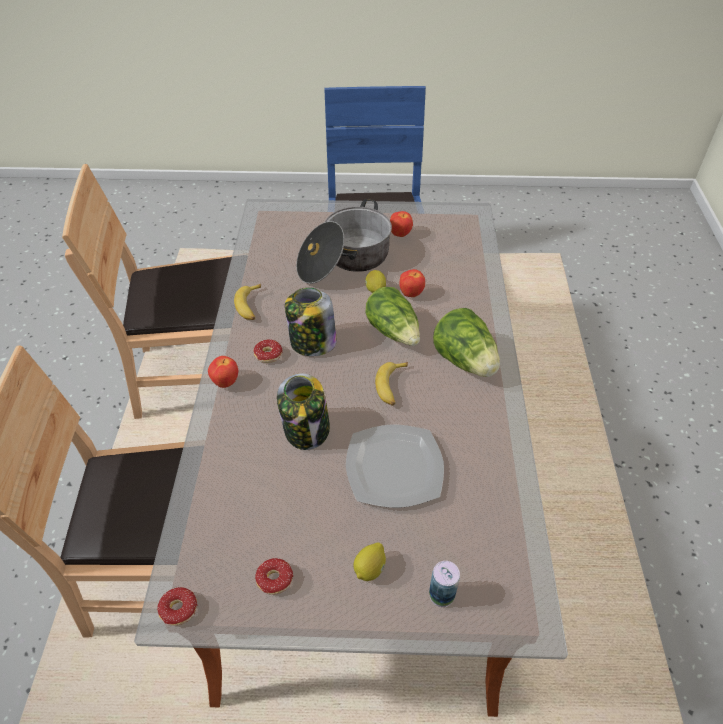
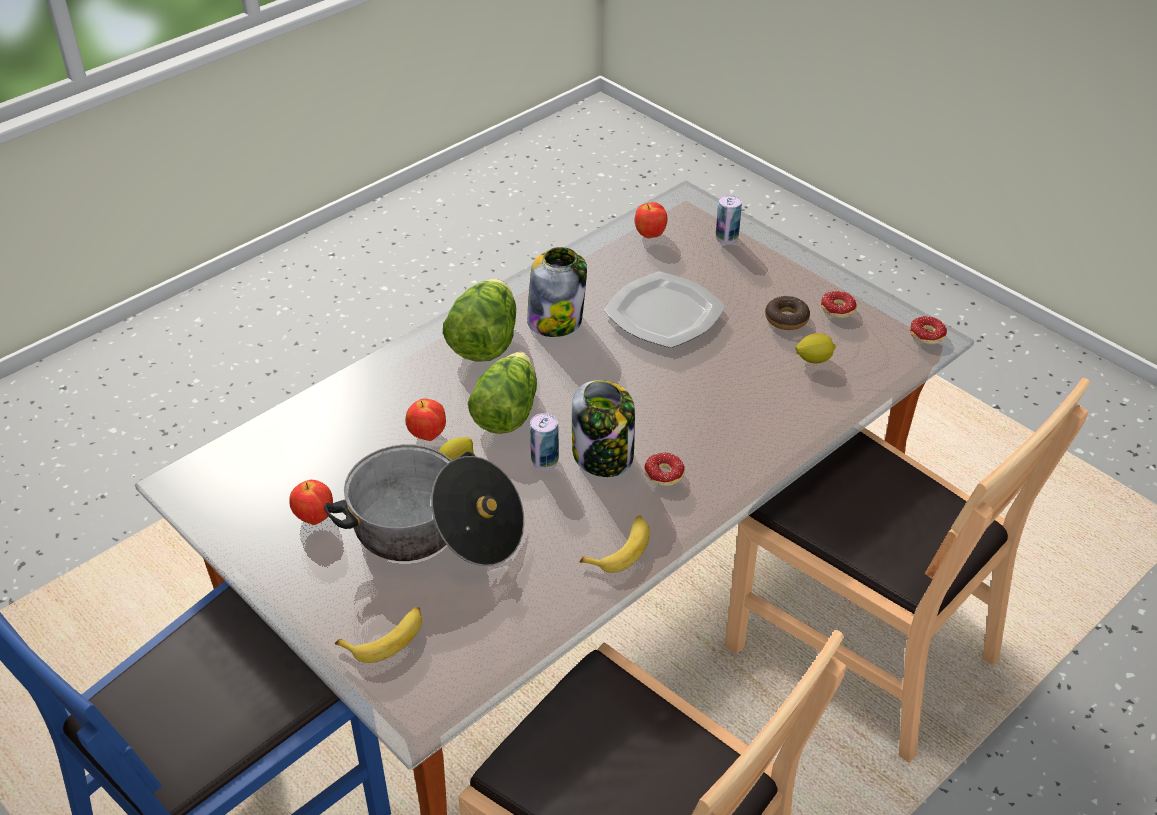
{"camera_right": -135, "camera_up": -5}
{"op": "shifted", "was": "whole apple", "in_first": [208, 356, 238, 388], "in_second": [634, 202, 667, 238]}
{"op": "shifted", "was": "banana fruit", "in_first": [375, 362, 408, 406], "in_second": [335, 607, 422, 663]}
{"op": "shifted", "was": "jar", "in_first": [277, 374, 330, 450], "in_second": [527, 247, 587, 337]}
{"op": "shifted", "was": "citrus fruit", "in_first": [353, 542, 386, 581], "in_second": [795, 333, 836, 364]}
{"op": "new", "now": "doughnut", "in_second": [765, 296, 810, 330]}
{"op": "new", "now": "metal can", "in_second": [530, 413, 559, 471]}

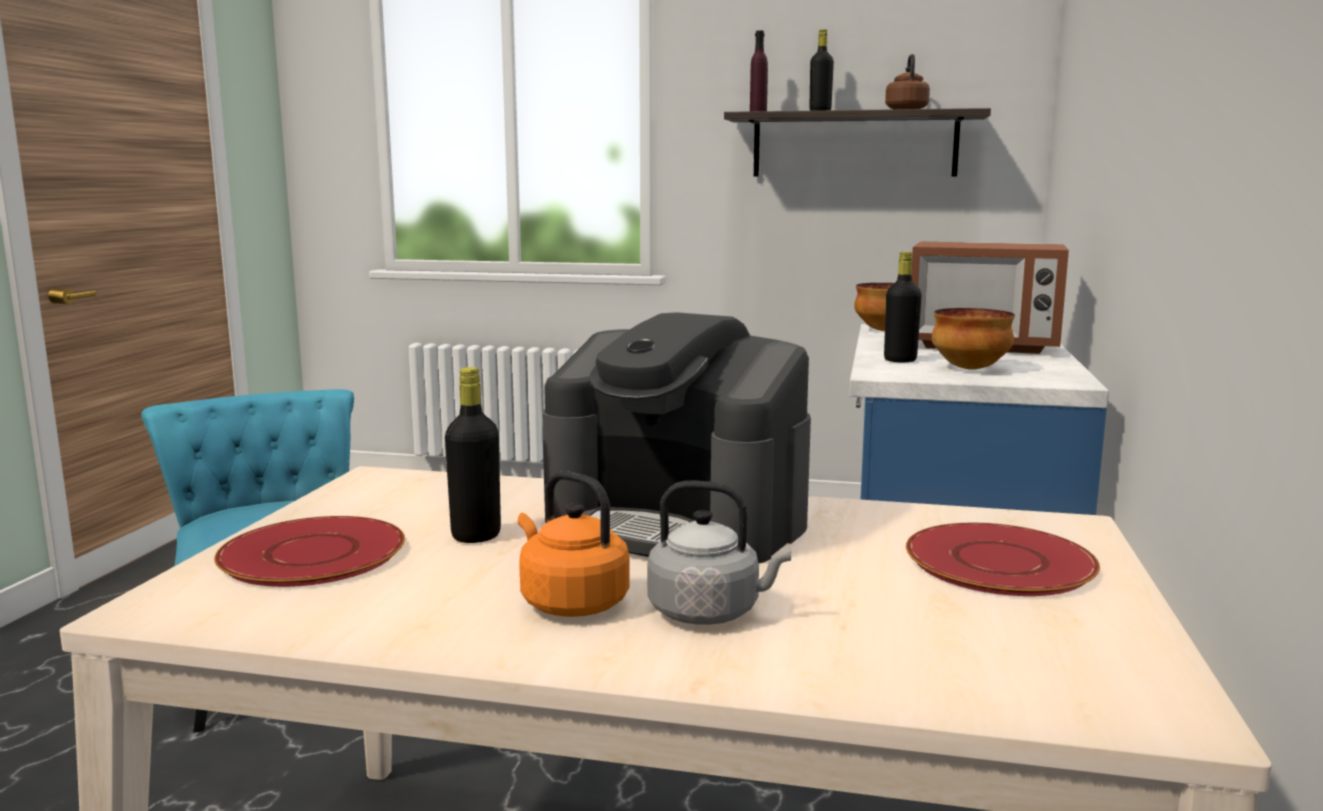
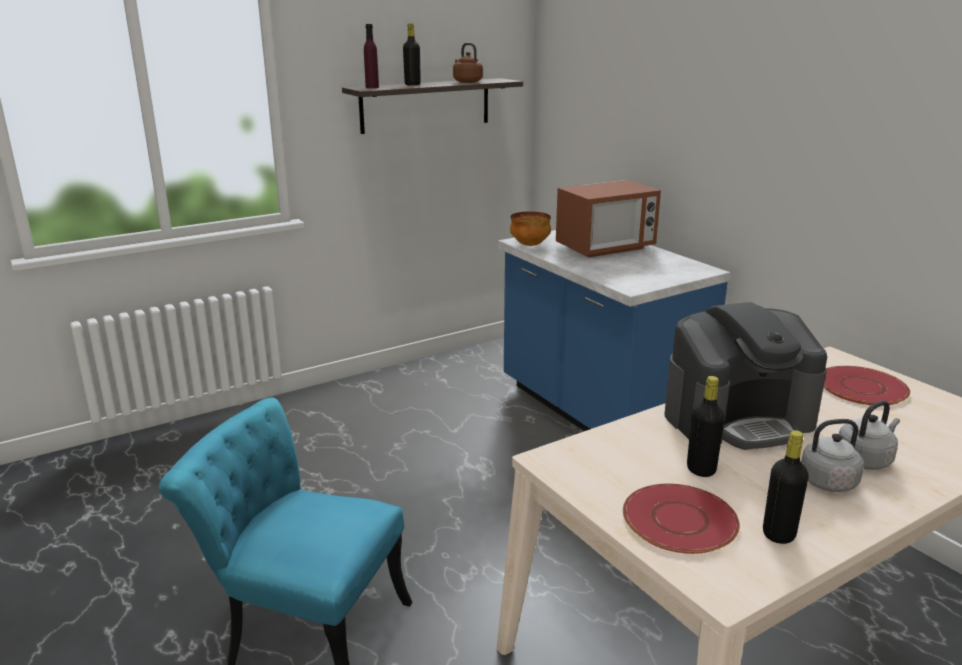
{"camera_right": -45, "camera_up": 10}
{"op": "shifted", "was": "black bottle", "in_first": [884, 251, 922, 362], "in_second": [763, 430, 809, 544]}
{"op": "gone", "was": "deep dish", "in_first": [932, 308, 1015, 370]}
{"op": "repainted", "was": "orange tea kettle", "now": "gray tea kettle", "in_first": [518, 471, 630, 617], "in_second": [800, 419, 864, 492]}

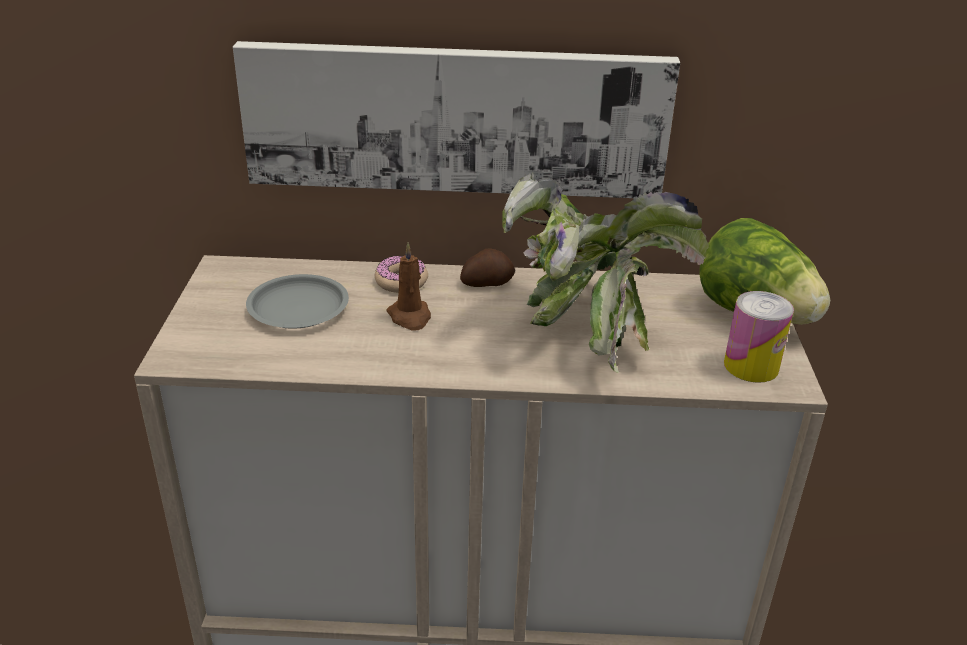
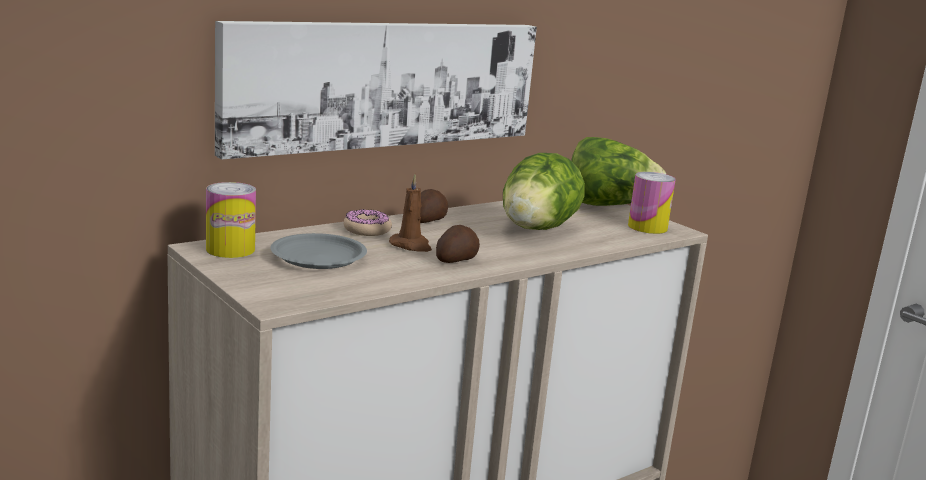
{"camera_right": -40, "camera_up": -15}
{"op": "swapped", "was": "houseplant", "now": "lettuce", "in_first": [502, 172, 709, 373], "in_second": [503, 153, 585, 230]}
{"op": "new", "now": "metal can", "in_second": [206, 182, 256, 258]}
{"op": "new", "now": "spud", "in_second": [436, 225, 480, 263]}

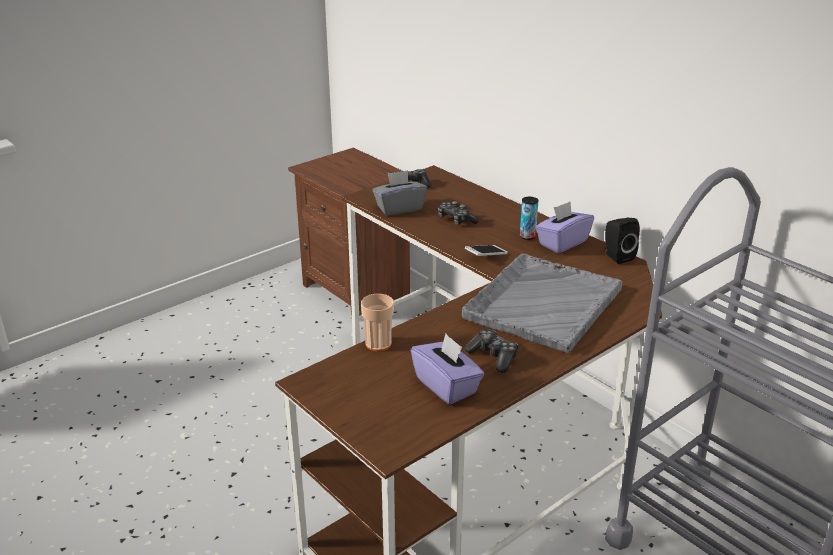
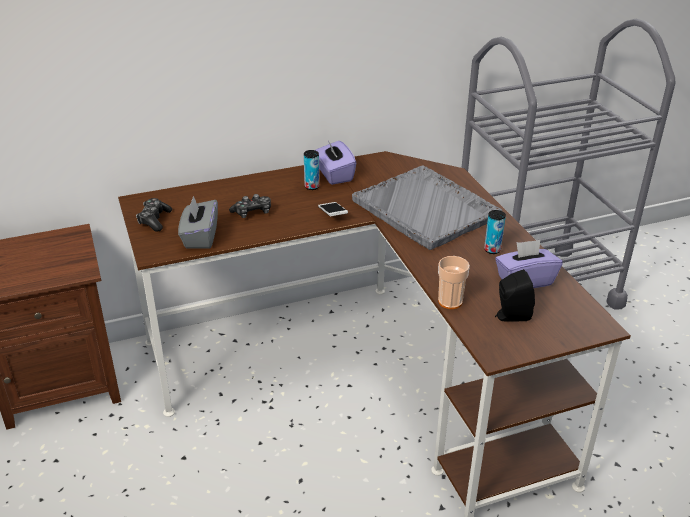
{"camera_right": -70, "camera_up": 5}
{"op": "shifted", "was": "black audio speaker", "in_first": [605, 218, 640, 264], "in_second": [495, 269, 535, 322]}
{"op": "swapped", "was": "game controller", "now": "metal can", "in_first": [465, 329, 519, 373], "in_second": [484, 210, 506, 254]}

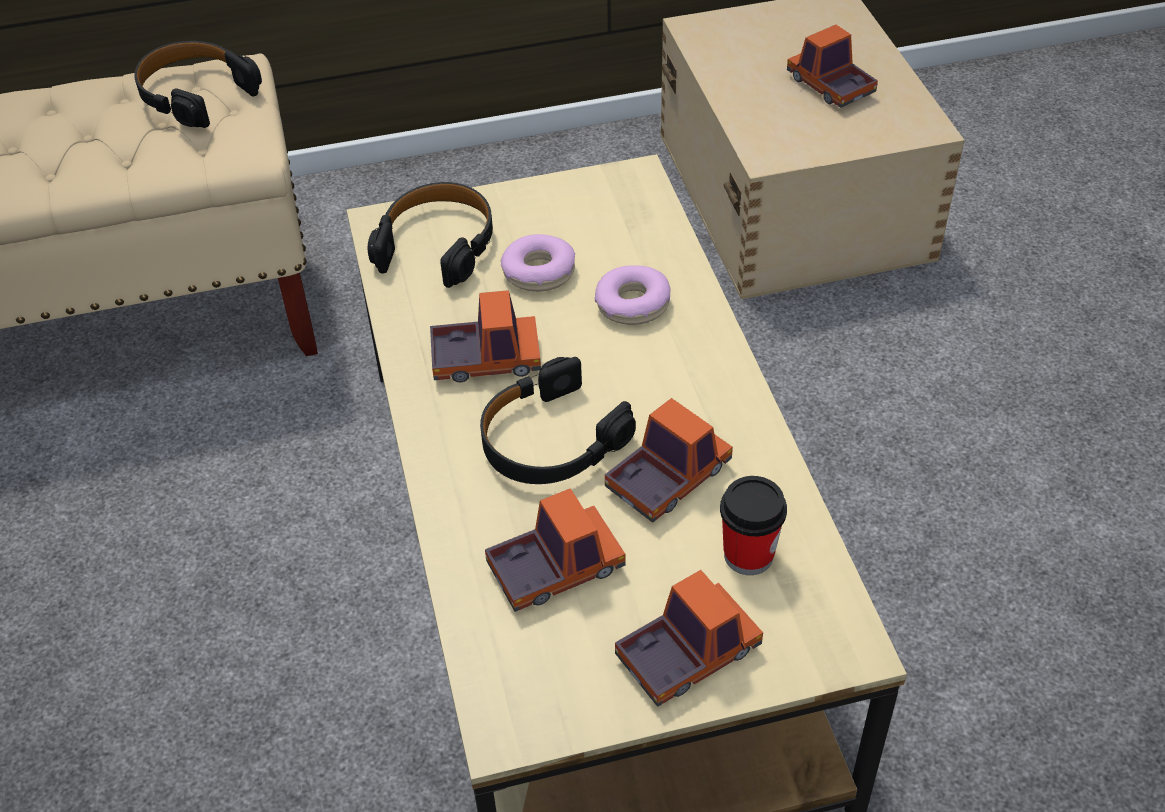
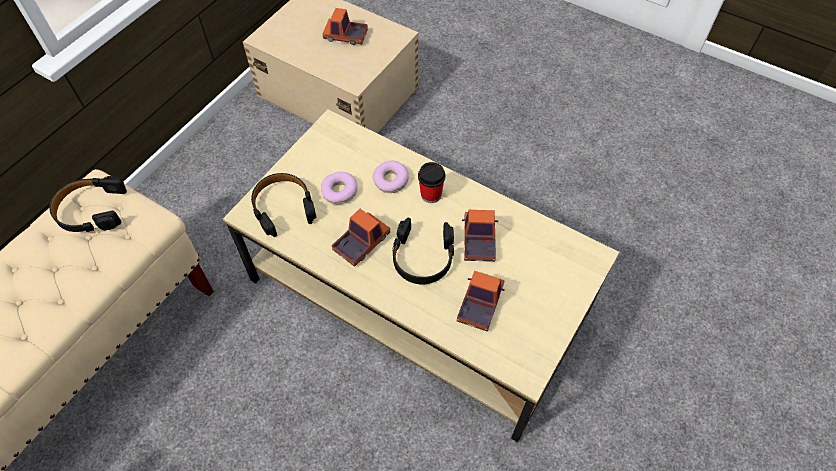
{"camera_right": -45, "camera_up": 10}
{"op": "shifted", "was": "small cup", "in_first": [720, 476, 787, 575], "in_second": [418, 162, 446, 203]}
{"op": "gone", "was": "toy truck", "in_first": [615, 570, 763, 707]}

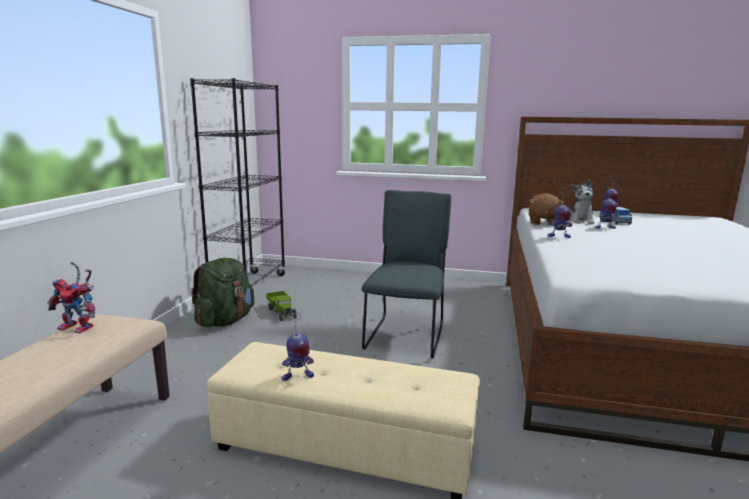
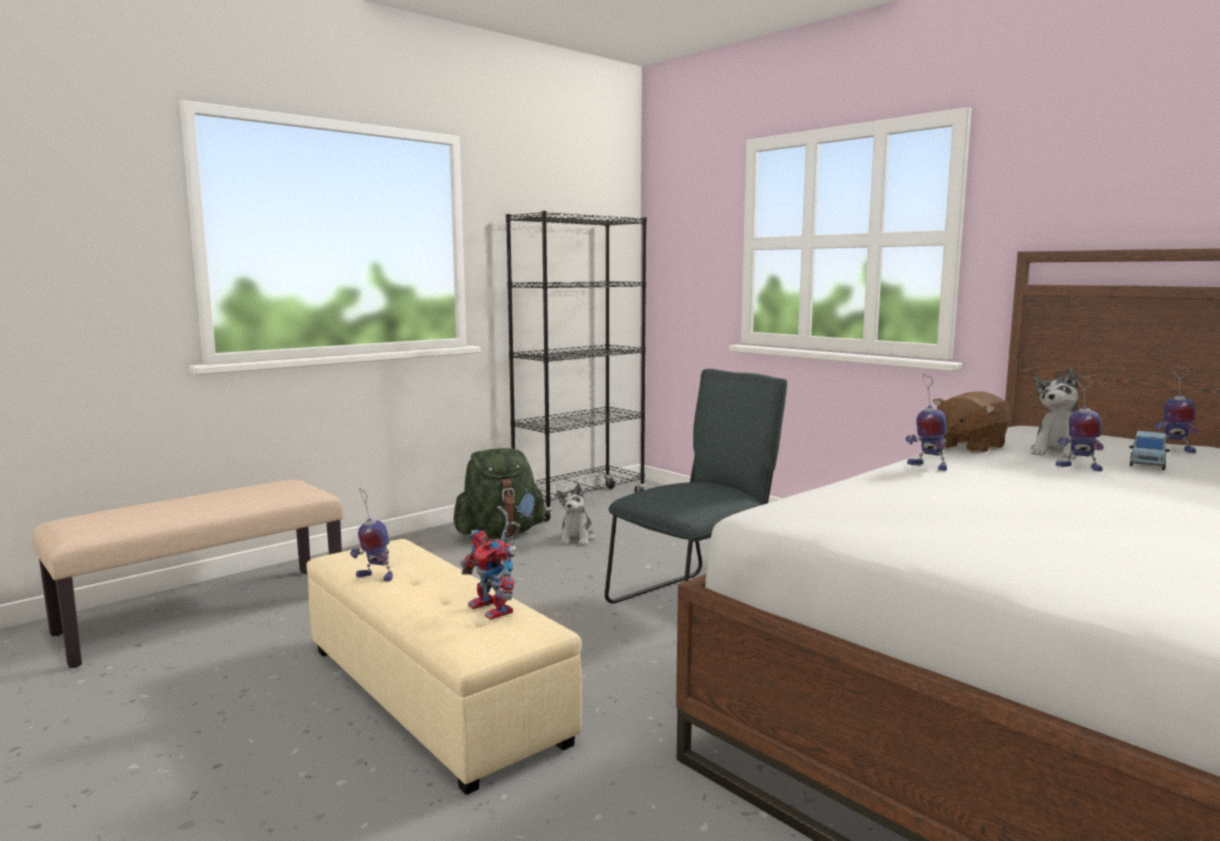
{"camera_right": 35, "camera_up": -5}
{"op": "shifted", "was": "model robot", "in_first": [47, 262, 95, 333], "in_second": [460, 506, 520, 620]}
{"op": "swapped", "was": "toy truck", "now": "cuddly toy", "in_first": [266, 291, 297, 321], "in_second": [557, 483, 595, 546]}

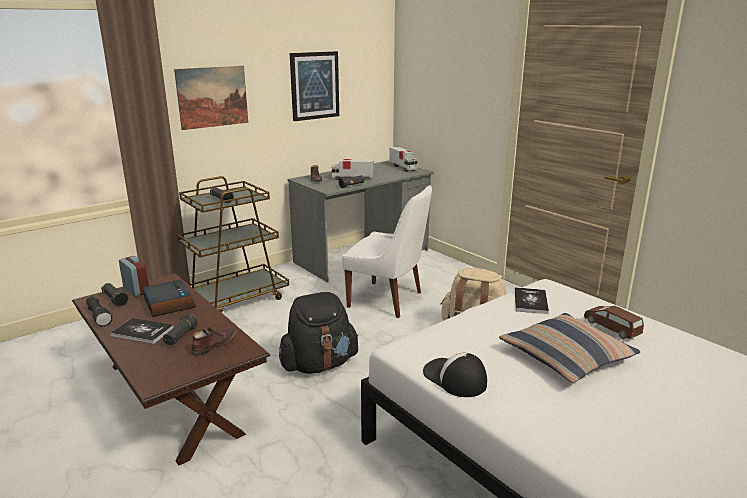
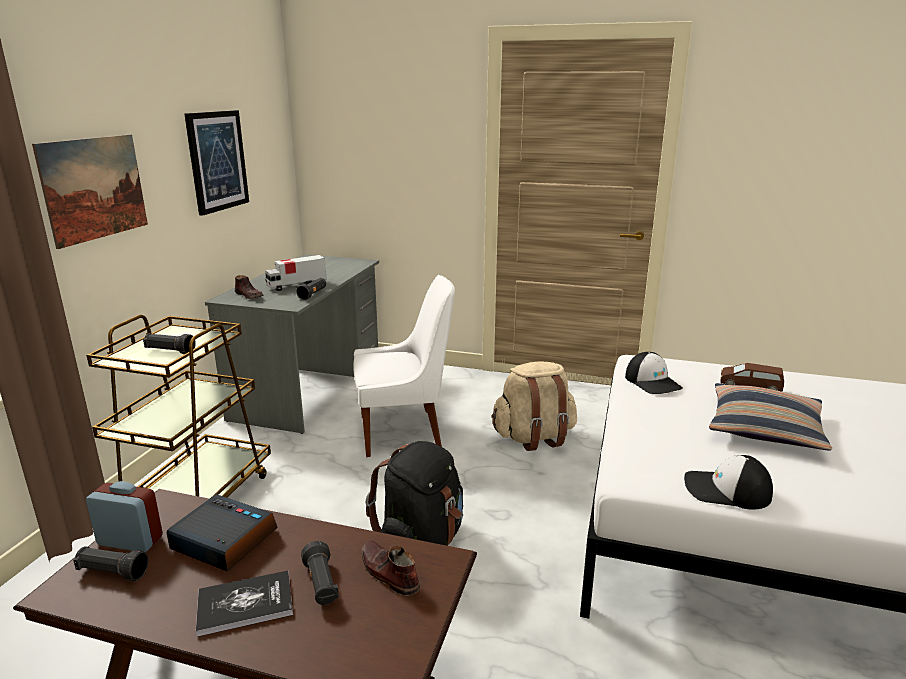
{"camera_right": -35, "camera_up": 0}
{"op": "gone", "was": "toy truck", "in_first": [389, 147, 417, 172]}
{"op": "swapped", "was": "bound book", "now": "cap", "in_first": [515, 287, 549, 314], "in_second": [625, 352, 683, 394]}
{"op": "gone", "was": "black torch", "in_first": [86, 297, 112, 327]}
{"op": "rotated", "was": "brownish item of footwear", "in_first": [191, 327, 236, 356], "in_second": [362, 540, 420, 596], "clockwise": -45}

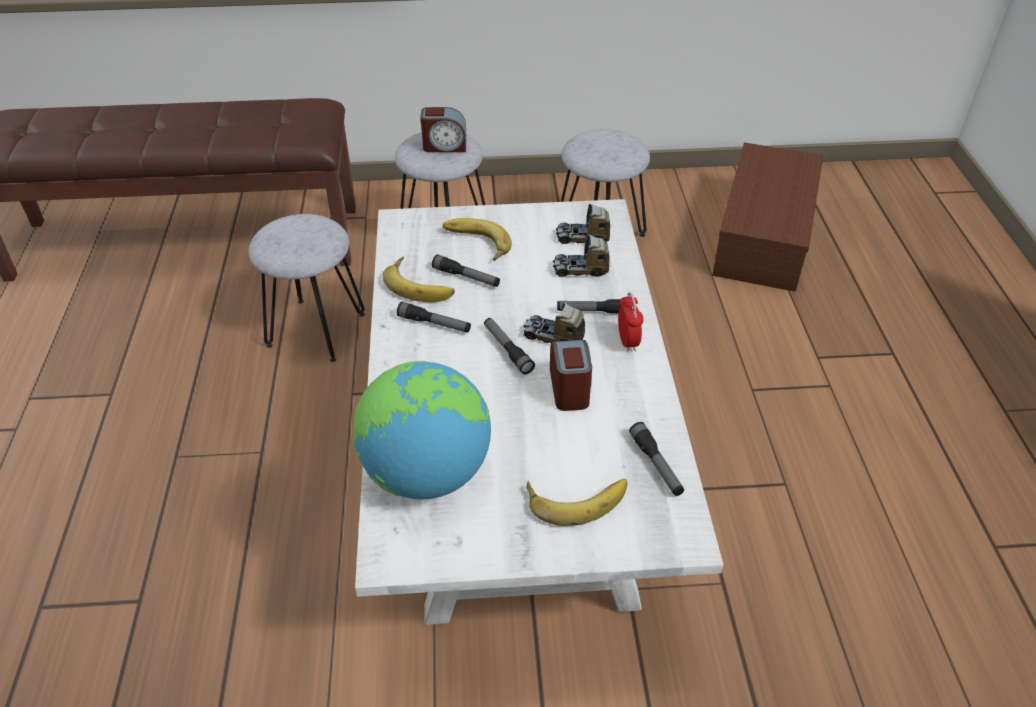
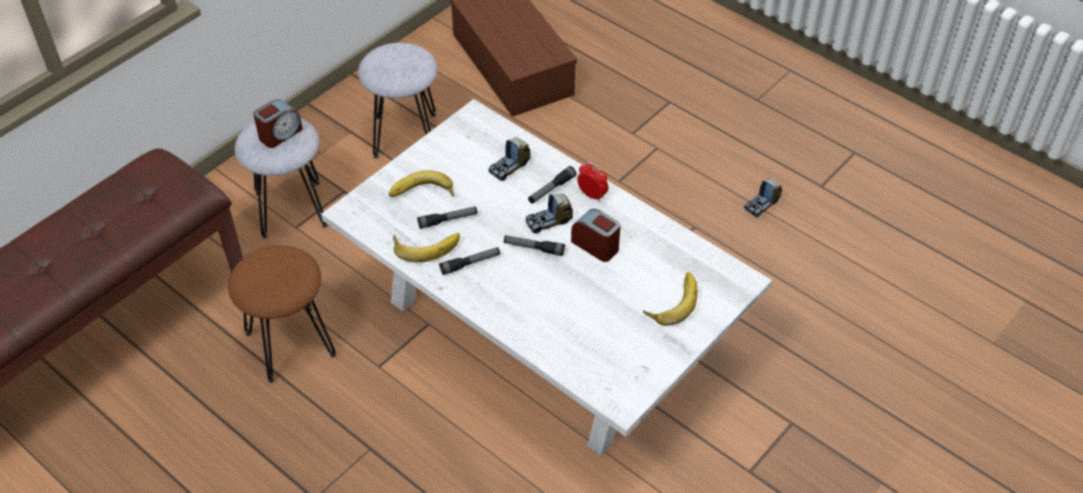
{"camera_right": -45, "camera_up": 5}
{"op": "shifted", "was": "toy truck", "in_first": [556, 204, 610, 244], "in_second": [744, 178, 782, 217]}
{"op": "repainted", "was": "gray sitting stool", "now": "brownish sitting stool", "in_first": [248, 214, 365, 362], "in_second": [228, 245, 336, 383]}
{"op": "gone", "was": "globe", "in_first": [353, 361, 491, 499]}
{"op": "gone", "was": "torch", "in_first": [629, 422, 684, 496]}

